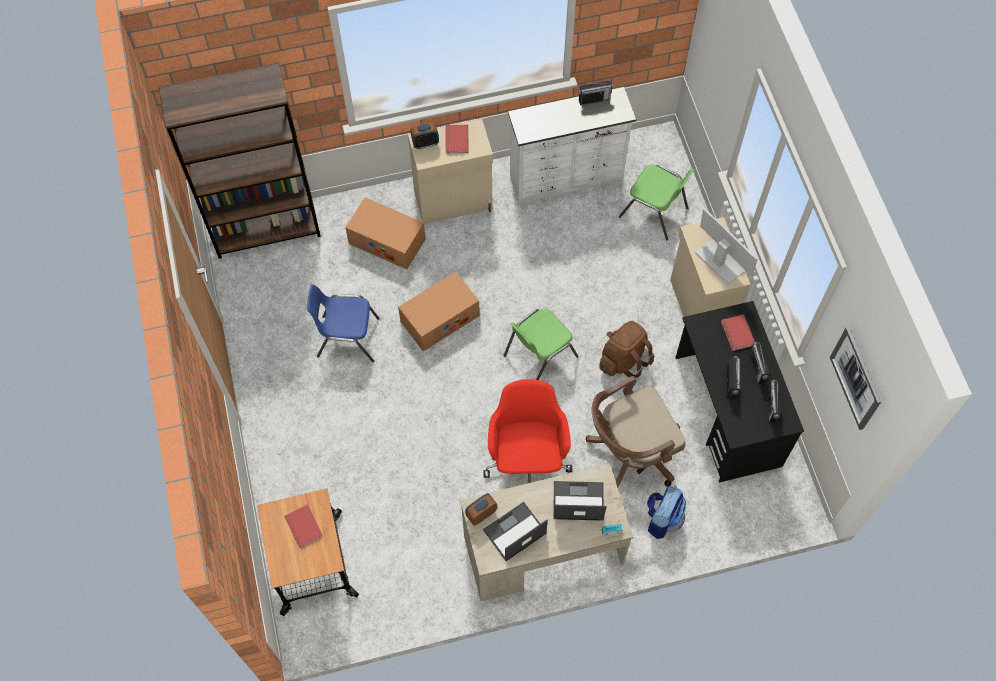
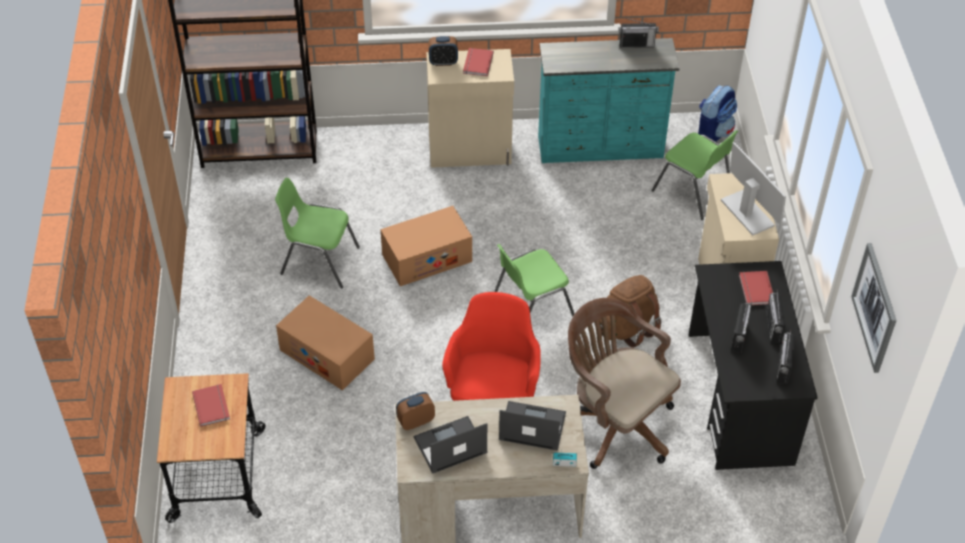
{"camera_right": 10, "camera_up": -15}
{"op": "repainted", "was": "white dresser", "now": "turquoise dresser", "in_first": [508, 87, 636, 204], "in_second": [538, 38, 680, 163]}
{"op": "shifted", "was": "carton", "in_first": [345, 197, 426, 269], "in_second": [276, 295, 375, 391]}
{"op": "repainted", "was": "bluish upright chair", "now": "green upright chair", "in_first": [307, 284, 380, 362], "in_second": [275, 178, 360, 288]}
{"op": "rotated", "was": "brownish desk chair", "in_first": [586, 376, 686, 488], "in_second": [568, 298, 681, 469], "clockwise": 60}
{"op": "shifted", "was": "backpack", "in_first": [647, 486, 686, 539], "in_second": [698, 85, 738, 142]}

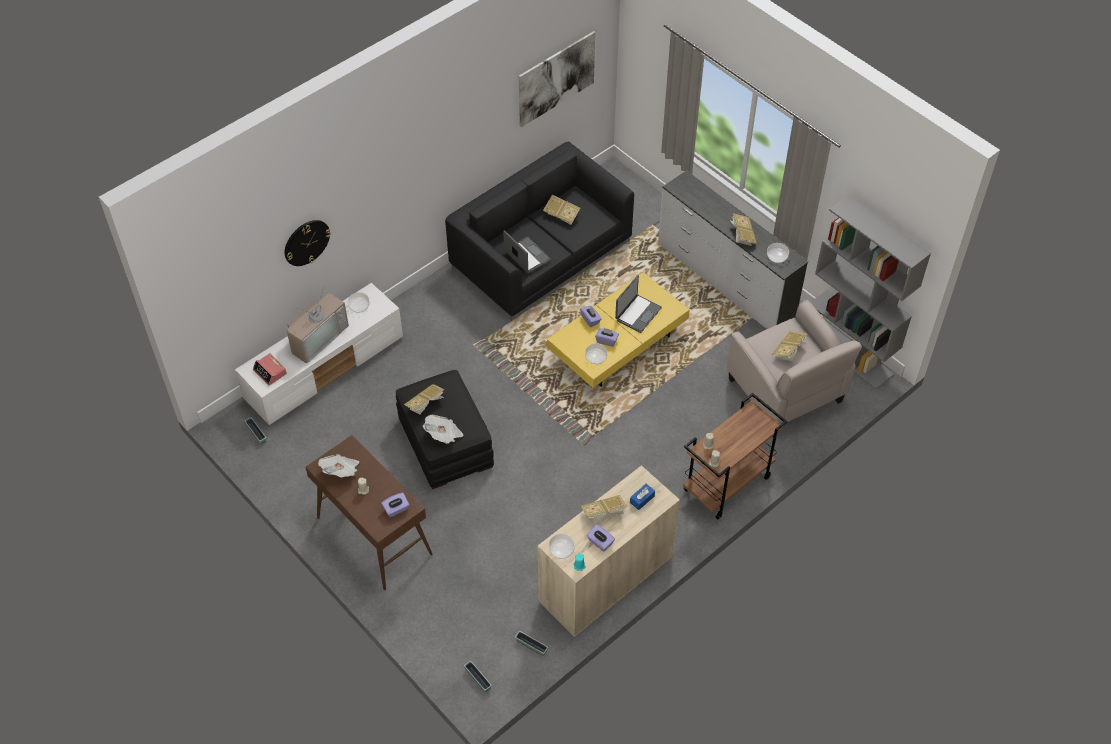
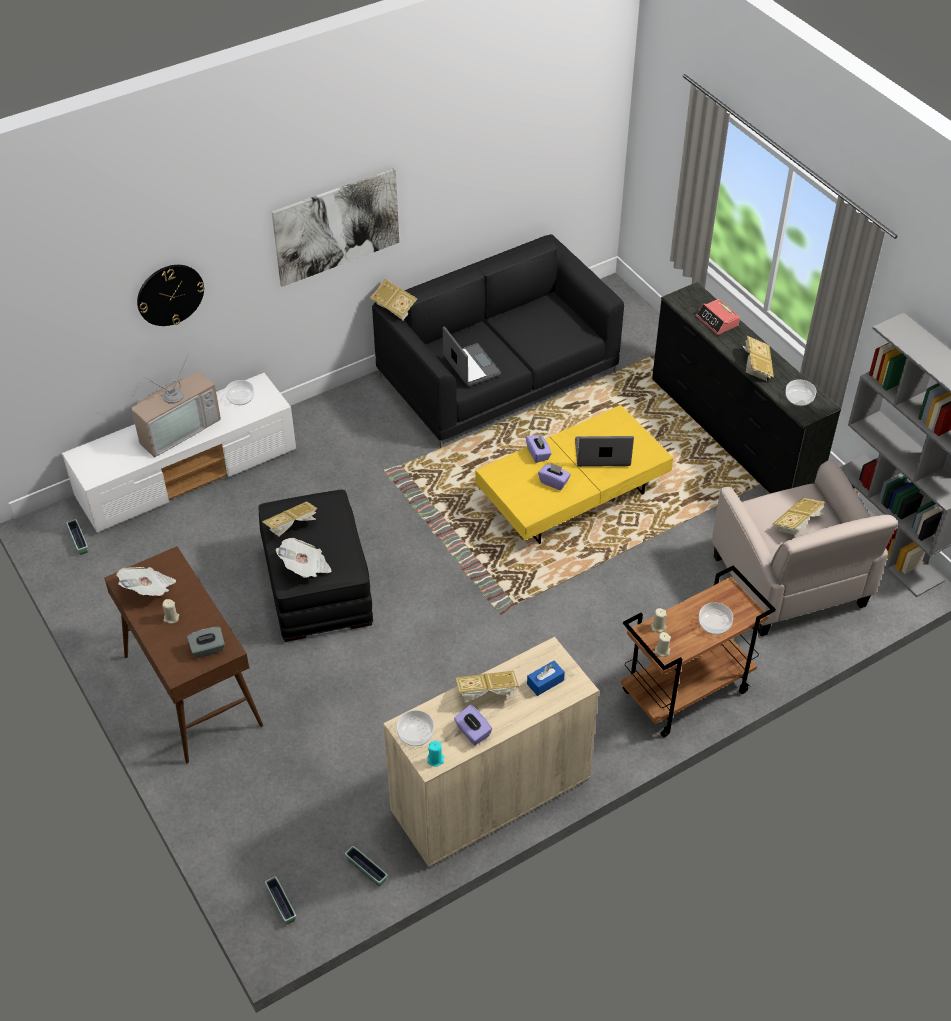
{"camera_right": 10, "camera_up": -5}
{"op": "shifted", "was": "picture", "in_first": [519, 31, 595, 127], "in_second": [272, 168, 399, 287]}
{"op": "repainted", "was": "white dresser", "now": "black dresser", "in_first": [658, 170, 808, 329], "in_second": [652, 282, 841, 494]}
{"op": "shifted", "was": "bound book", "in_first": [543, 195, 580, 225], "in_second": [370, 279, 417, 320]}
{"op": "rotated", "was": "portable computer", "in_first": [615, 275, 662, 333], "in_second": [575, 436, 634, 467], "clockwise": -135}
{"op": "shifted", "was": "deep dish", "in_first": [585, 343, 608, 364], "in_second": [699, 603, 733, 634]}
{"op": "shifted", "was": "alarm clock", "in_first": [253, 353, 287, 385], "in_second": [696, 299, 740, 335]}
{"op": "repainted", "was": "purple-coloured tissue holder", "now": "gray tissue holder", "in_first": [382, 492, 409, 517], "in_second": [187, 627, 225, 658]}

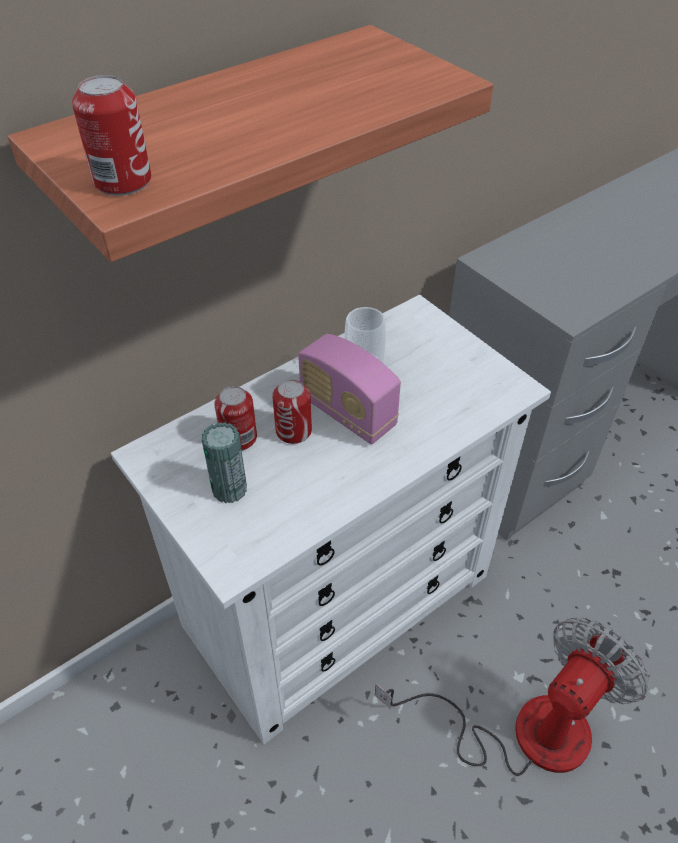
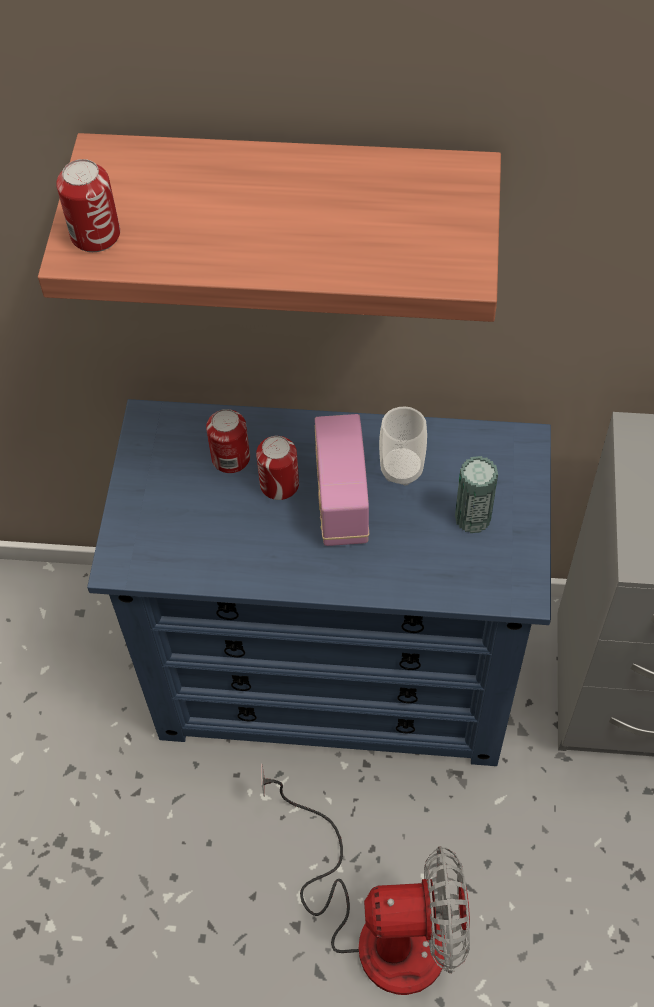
{"camera_right": 45, "camera_up": 10}
{"op": "repainted", "was": "white dresser", "now": "bluish dresser", "in_first": [111, 295, 551, 745], "in_second": [87, 399, 551, 766]}
{"op": "shifted", "was": "metal can", "in_first": [201, 422, 247, 503], "in_second": [455, 456, 498, 533]}

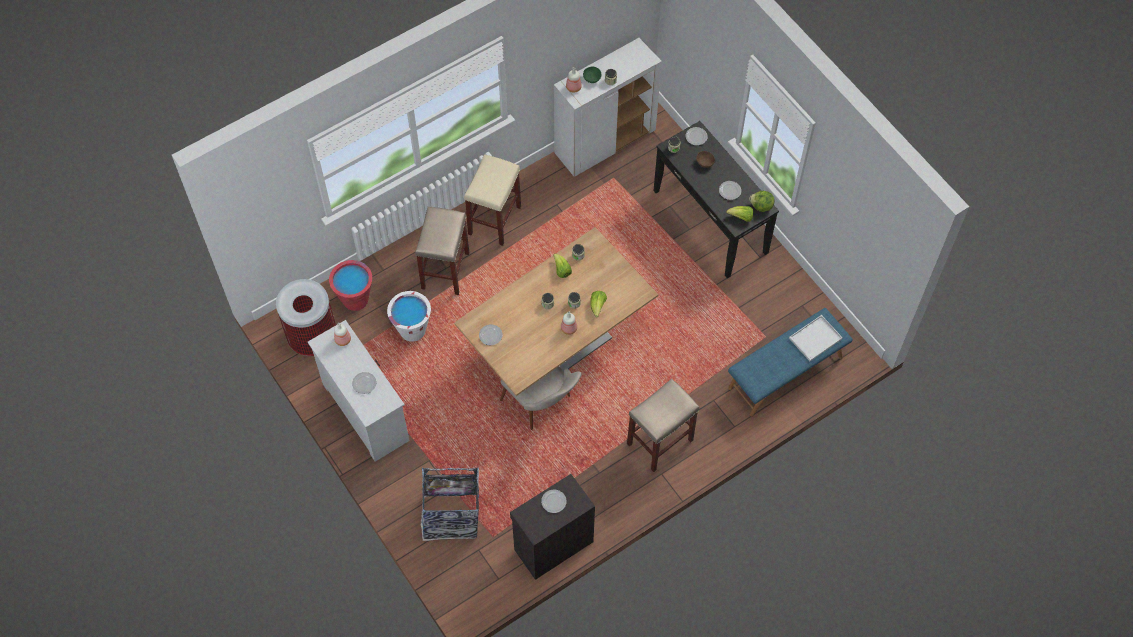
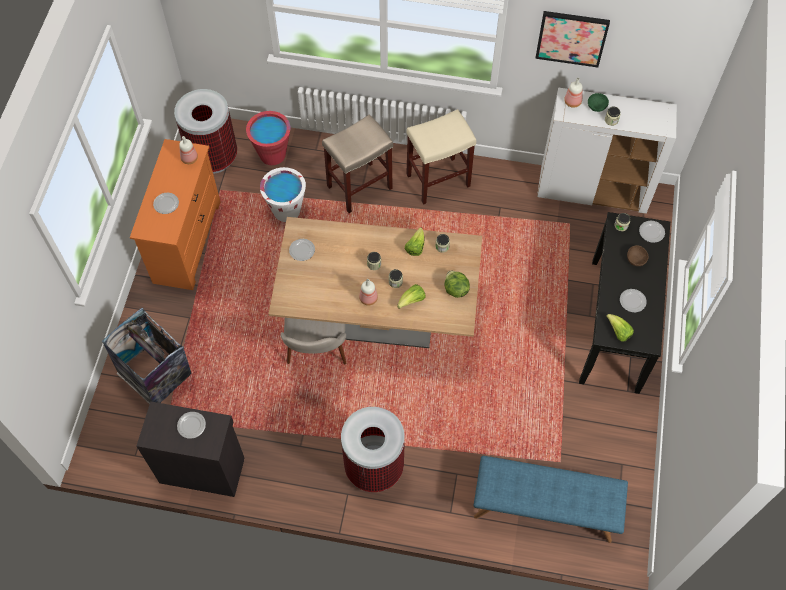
{"camera_right": 45, "camera_up": 0}
{"op": "shifted", "was": "lettuce", "in_first": [749, 191, 775, 212], "in_second": [444, 271, 470, 298]}
{"op": "gone", "was": "white carrying tray", "in_first": [789, 315, 843, 361]}
{"op": "repainted", "was": "white dresser", "now": "orange dresser", "in_first": [308, 320, 410, 462], "in_second": [130, 139, 221, 290]}
{"op": "swapped", "was": "beige sitting stool", "now": "waste bin", "in_first": [627, 379, 699, 472], "in_second": [341, 407, 405, 492]}
{"op": "new", "now": "picture", "in_second": [535, 11, 610, 67]}

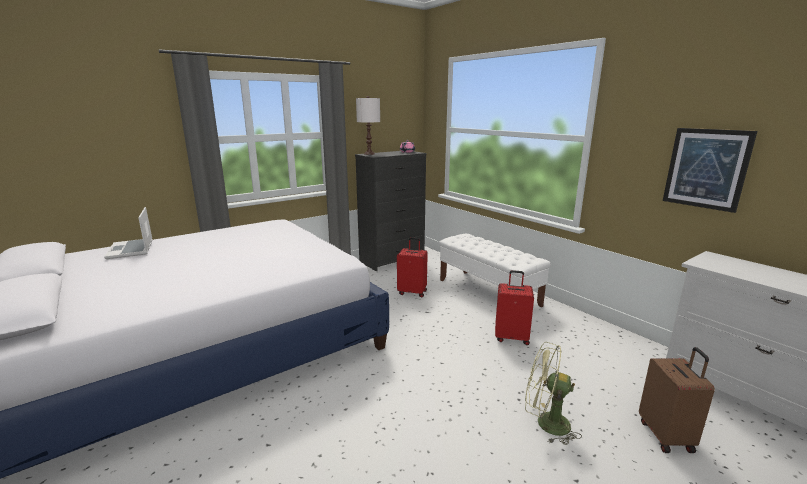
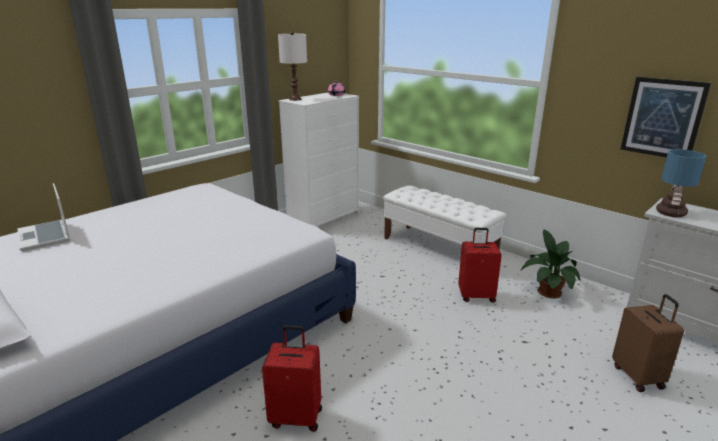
{"camera_right": -10, "camera_up": 5}
{"op": "repainted", "was": "black dresser", "now": "white dresser", "in_first": [355, 151, 427, 271], "in_second": [279, 93, 359, 226]}
{"op": "shifted", "was": "reddish suitcase", "in_first": [397, 237, 428, 298], "in_second": [262, 325, 322, 432]}
{"op": "gone", "was": "green cooling fan", "in_first": [525, 342, 582, 445]}
{"op": "new", "now": "tabletop lamp", "in_second": [656, 149, 707, 217]}
{"op": "new", "now": "houseplant", "in_second": [521, 229, 580, 298]}

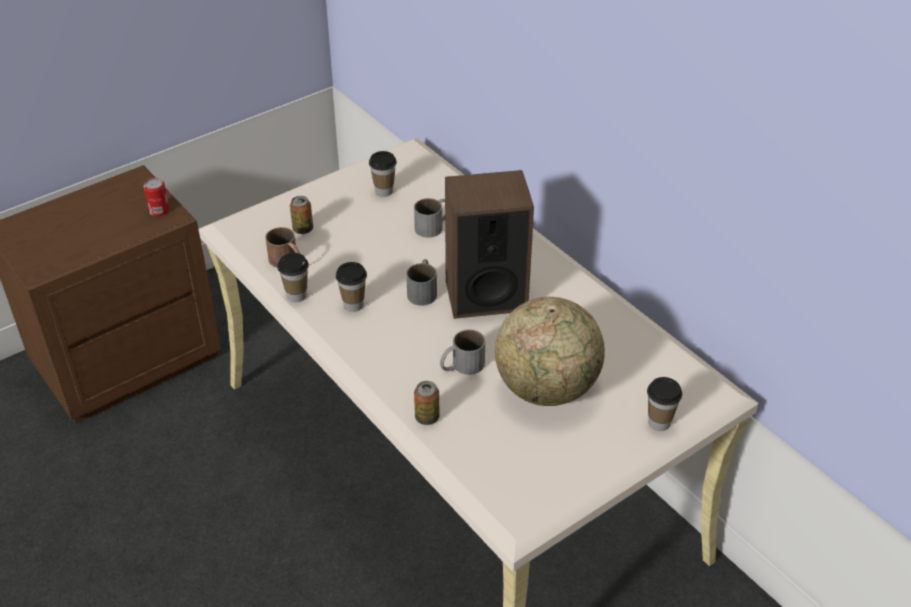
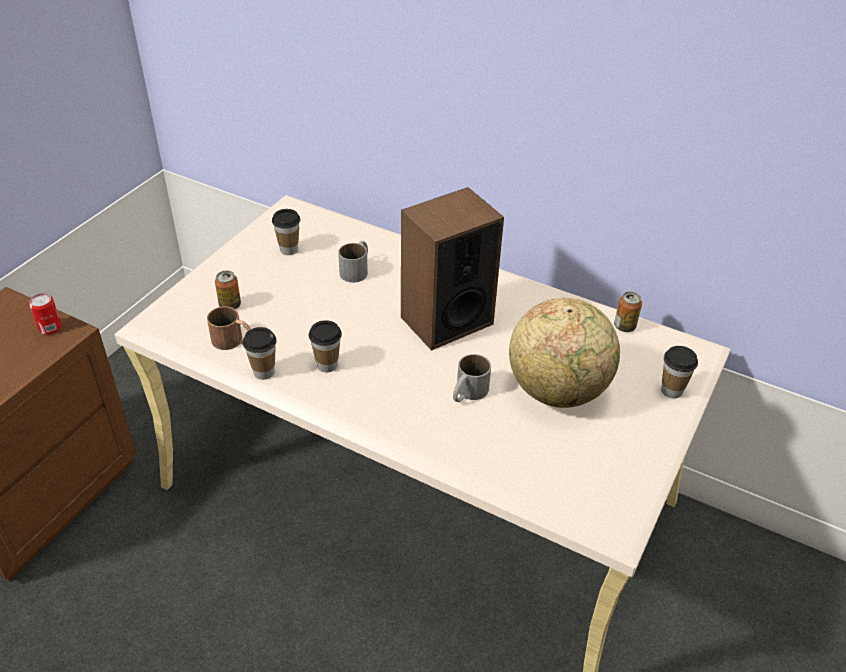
{"camera_right": -25, "camera_up": 0}
{"op": "gone", "was": "gray mug", "in_first": [406, 259, 437, 306]}
{"op": "shifted", "was": "metal can", "in_first": [414, 381, 439, 425], "in_second": [614, 292, 642, 332]}

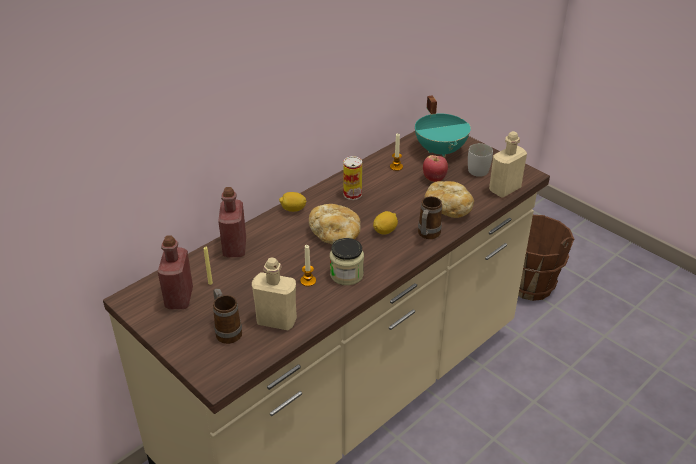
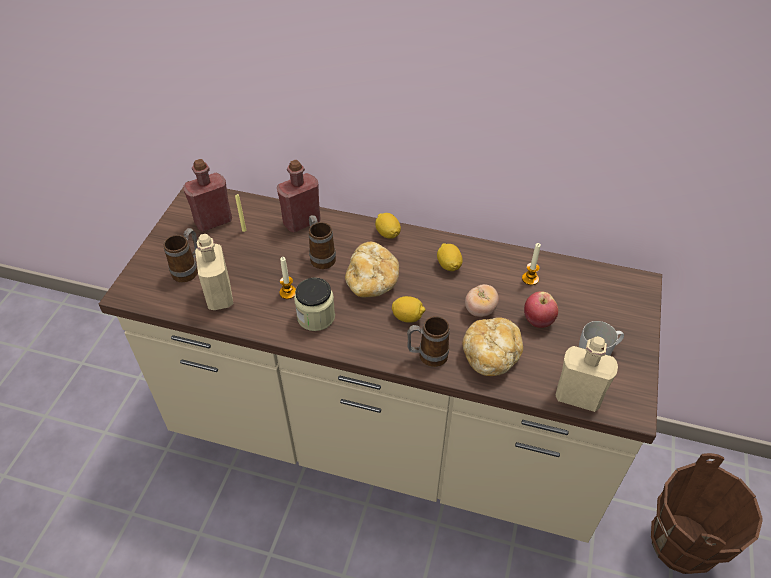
{"camera_right": 60, "camera_up": 10}
{"op": "gone", "was": "turquoise cooking pot", "in_first": [415, 95, 471, 158]}
{"op": "swapped", "was": "metal can", "now": "citrus fruit", "in_first": [343, 156, 362, 200], "in_second": [437, 243, 463, 271]}
{"op": "new", "now": "mug", "in_second": [309, 215, 336, 269]}
{"op": "new", "now": "whole tomato", "in_second": [465, 284, 499, 317]}

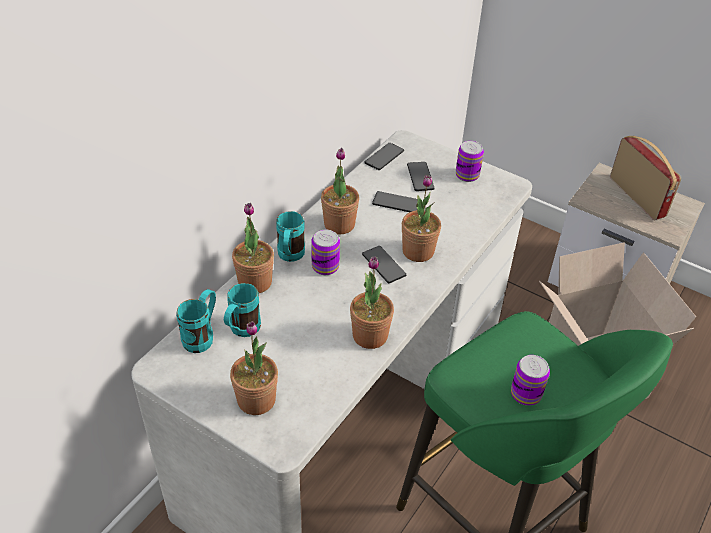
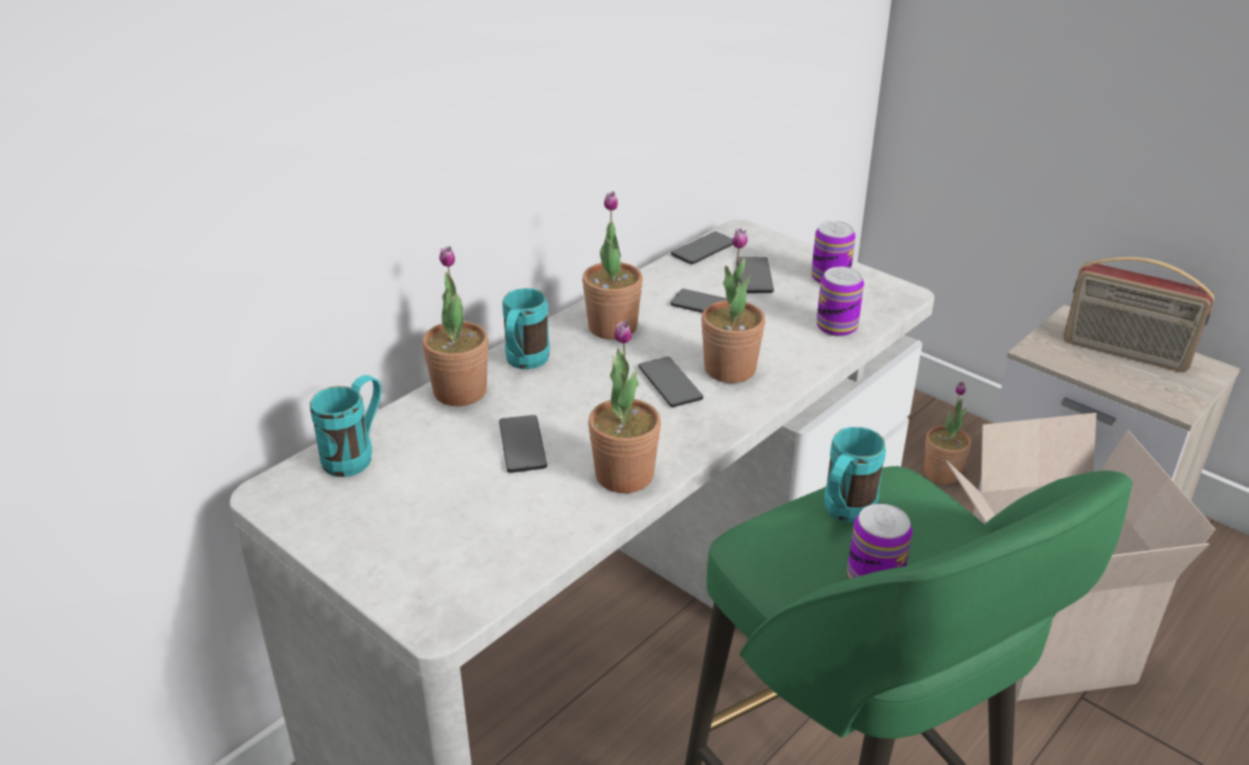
{"camera_right": 10, "camera_up": -10}
{"op": "rotated", "was": "radio", "in_first": [610, 136, 681, 220], "in_second": [1063, 257, 1214, 372], "clockwise": 135}
{"op": "shifted", "was": "metal can", "in_first": [311, 229, 340, 275], "in_second": [817, 267, 864, 337]}
{"op": "shifted", "was": "turquoise mug", "in_first": [224, 283, 261, 337], "in_second": [824, 427, 886, 523]}
{"op": "shifted", "was": "houseplant", "in_first": [230, 321, 278, 415], "in_second": [924, 382, 972, 484]}
{"op": "new", "now": "handset", "in_second": [499, 415, 547, 473]}

